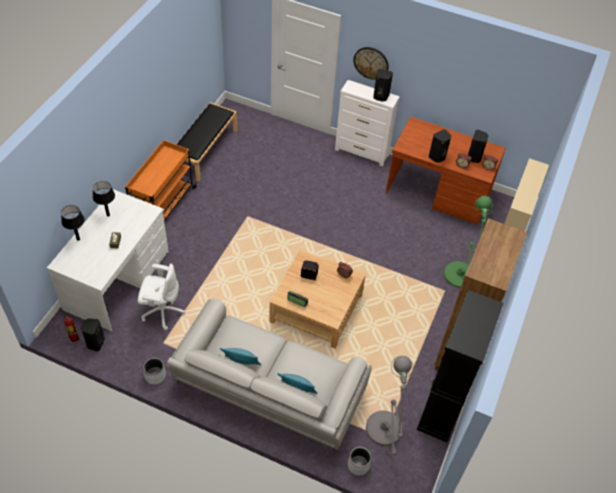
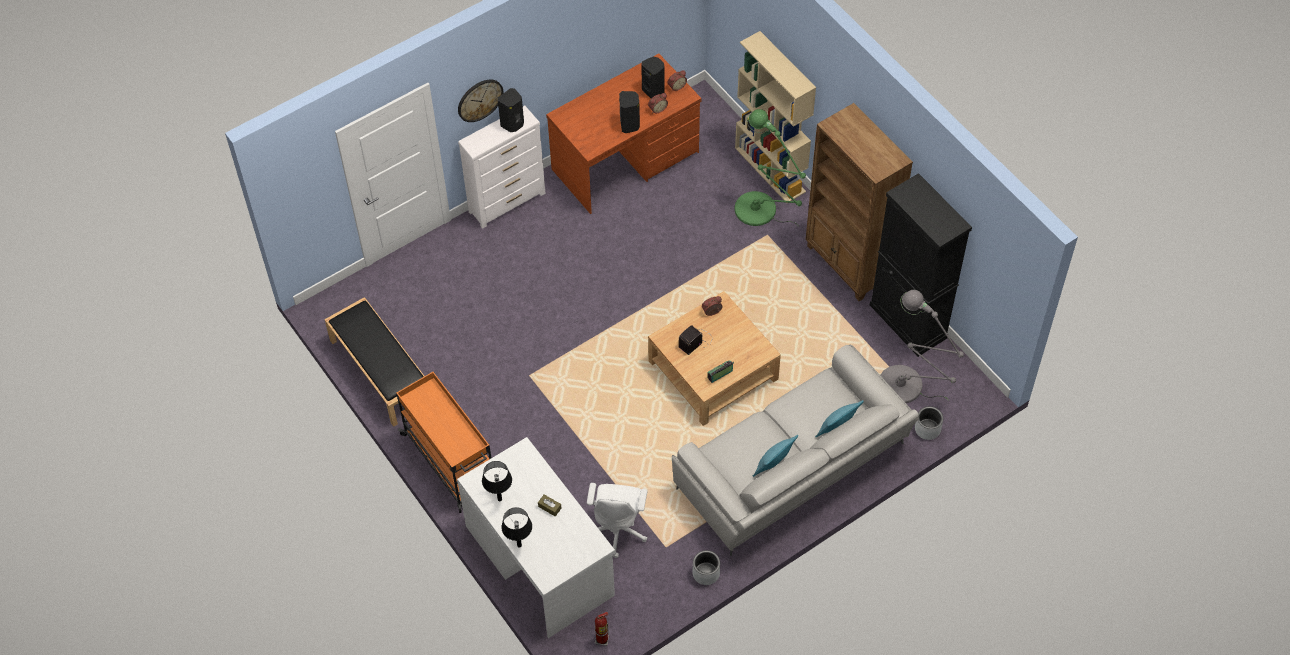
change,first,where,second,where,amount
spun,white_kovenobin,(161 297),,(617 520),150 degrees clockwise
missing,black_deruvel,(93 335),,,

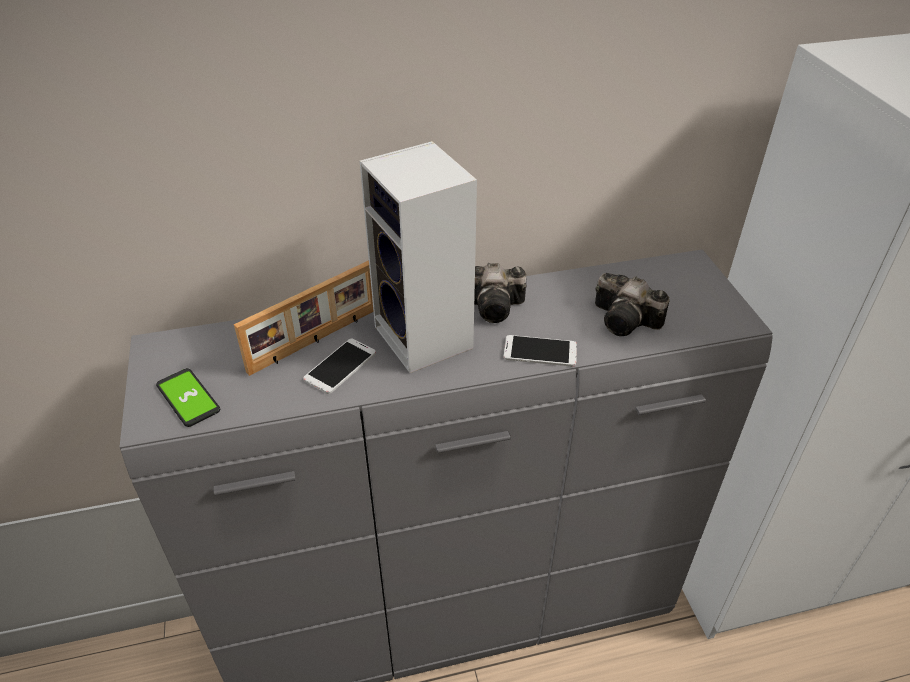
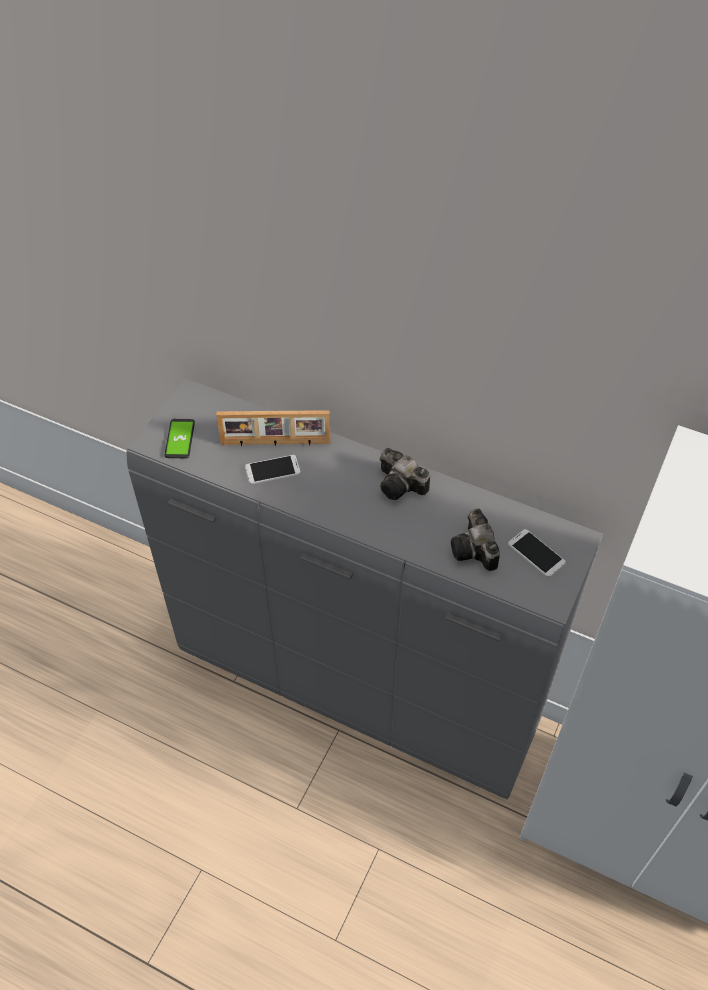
change,first,where,second,where,amount
missing,deruvel,(418 257),,,
relocated,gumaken,(540 351),,(537 553),

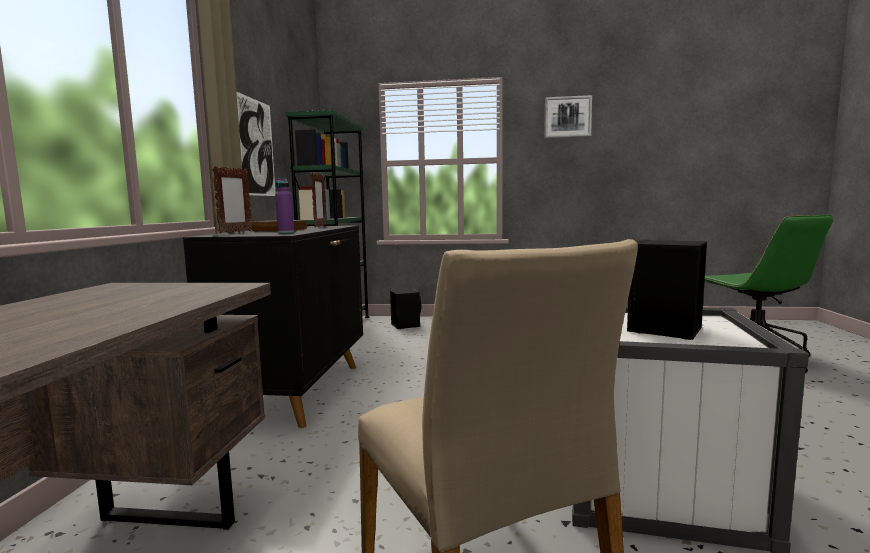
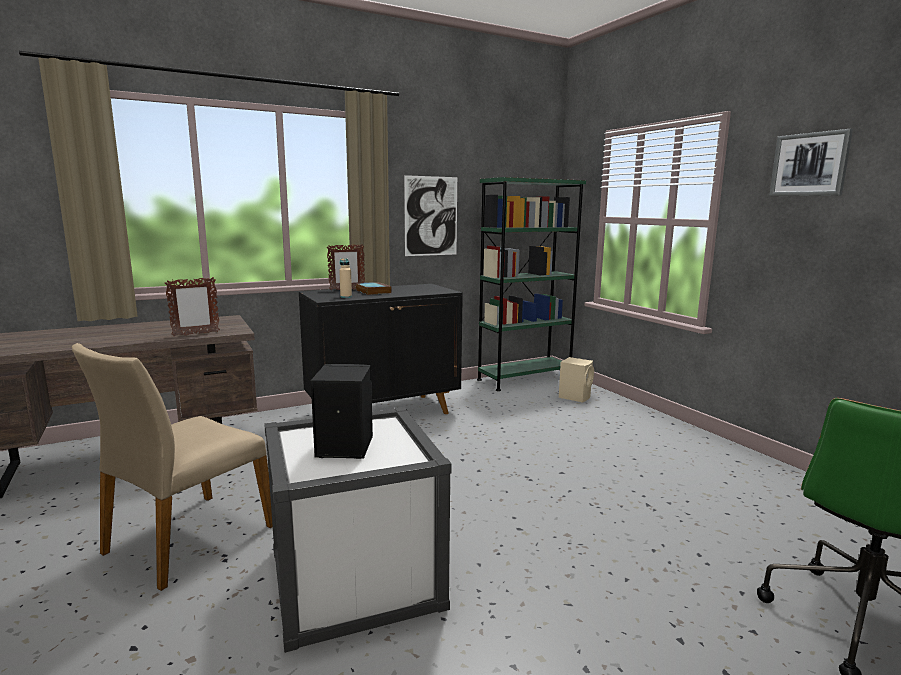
change,first,where,second,where,amount
relocated,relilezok,(318 199),,(192 306),
colour,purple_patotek,(284 205),beige_patotek,(345 278),
colour,black_deruvel,(405 309),beige_deruvel,(576 380),

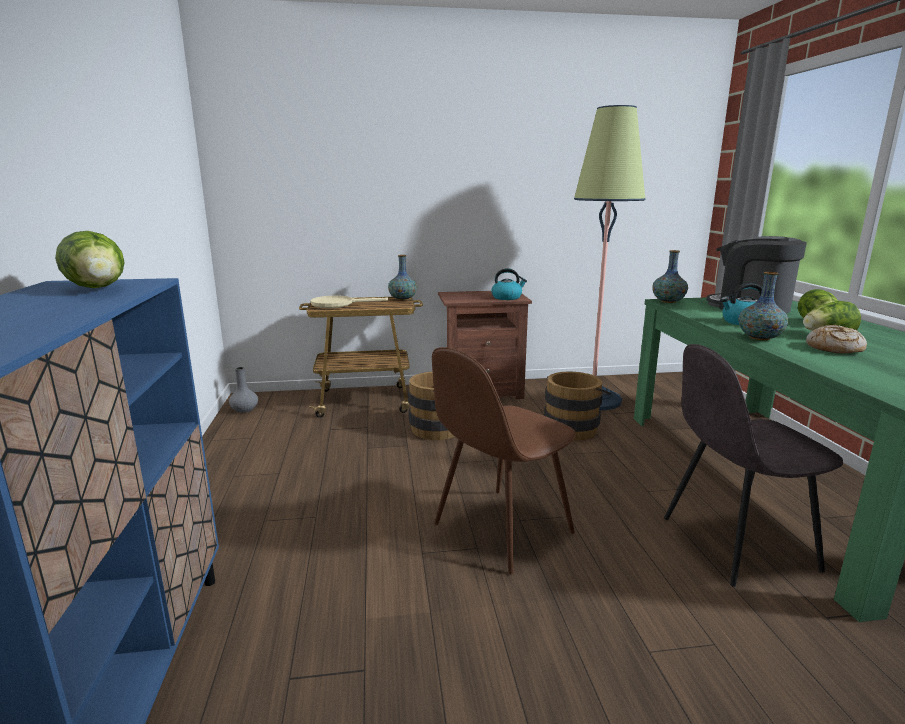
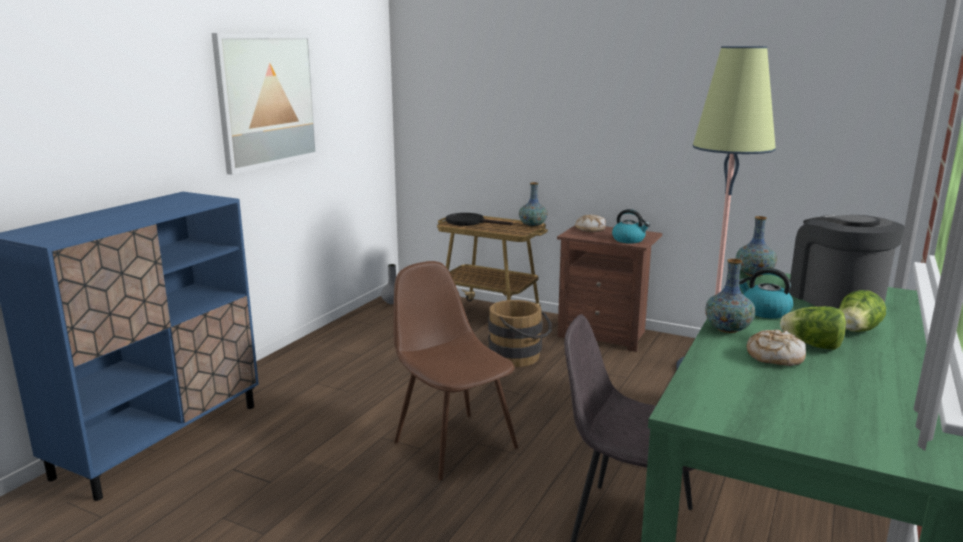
change,first,where,second,where,amount
missing,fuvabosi,(90 259),,,
colour,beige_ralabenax,(349 301),black_ralabenax,(479 219),
spun,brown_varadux,(504 460),,(456 370),60 degrees clockwise
missing,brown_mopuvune,(577 406),,,
appeared,,,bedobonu,(265 104),
appeared,,,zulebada,(590 223),

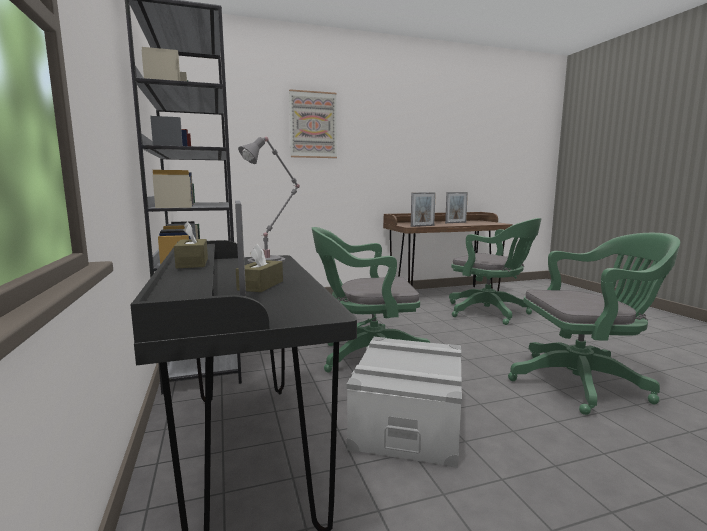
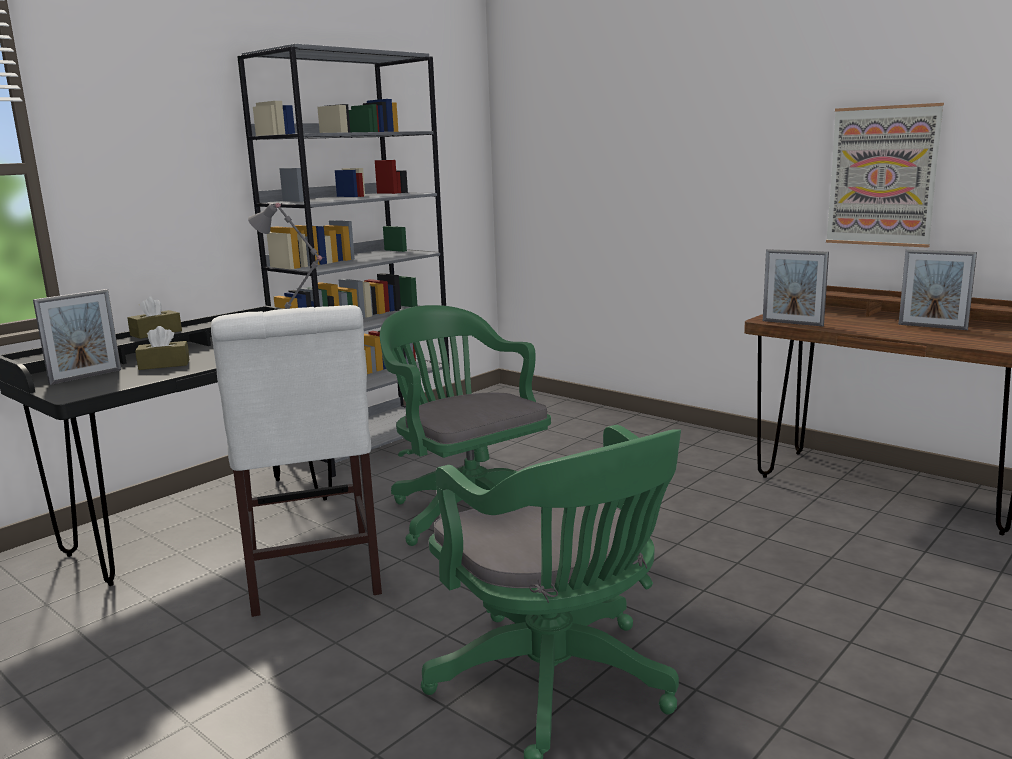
change,first,where,second,where,amount
relocated,bedobonu,(313 123),,(885 175),
missing,green_kovenobin,(495 271),,,
exchanged,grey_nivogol,(404 402),white_varadux,(296 461),

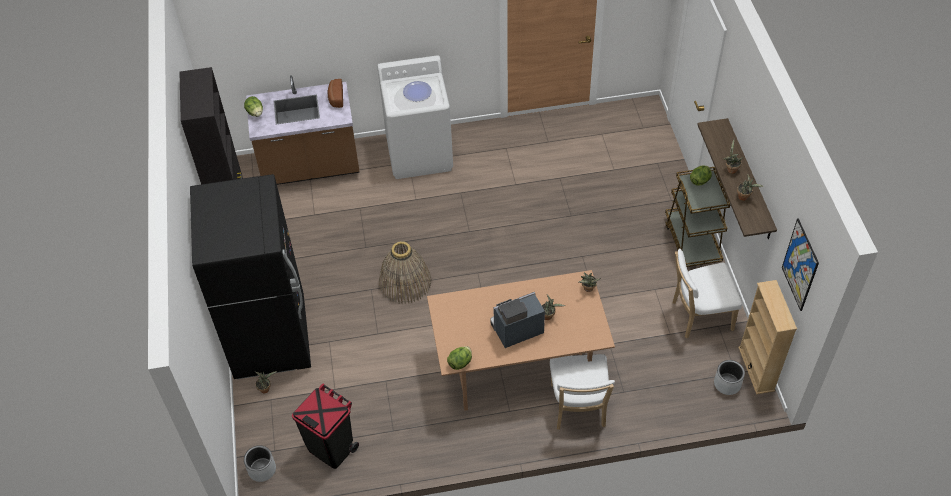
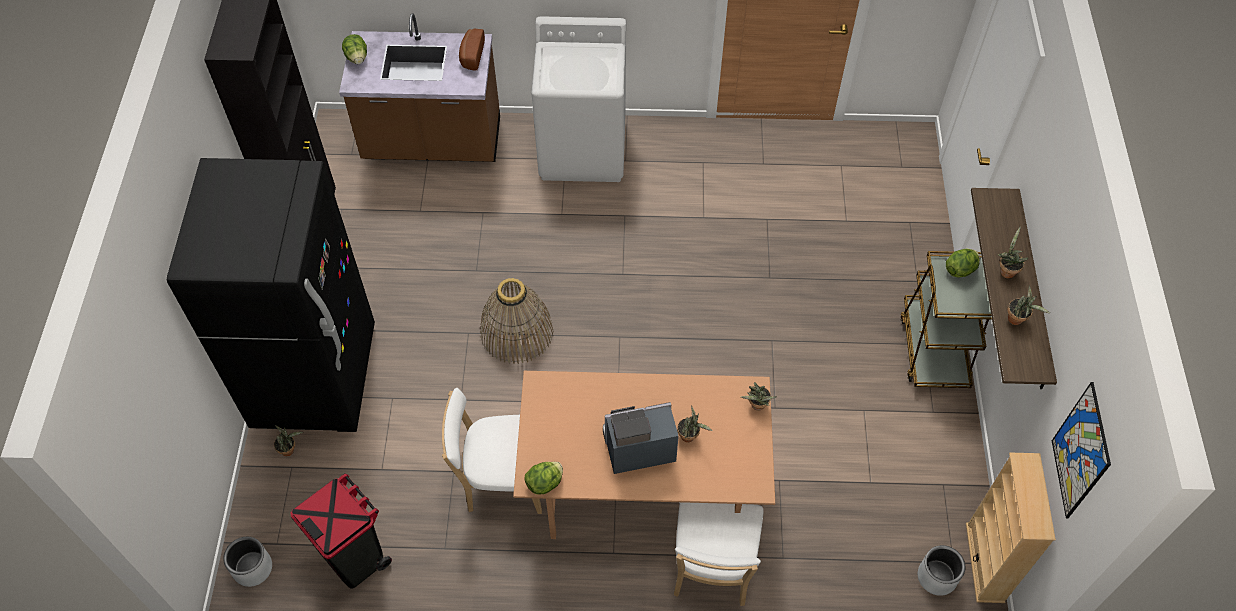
change,first,where,second,where,amount
missing,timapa,(417 91),,,
relocated,white_varadux,(707 293),,(492 451),

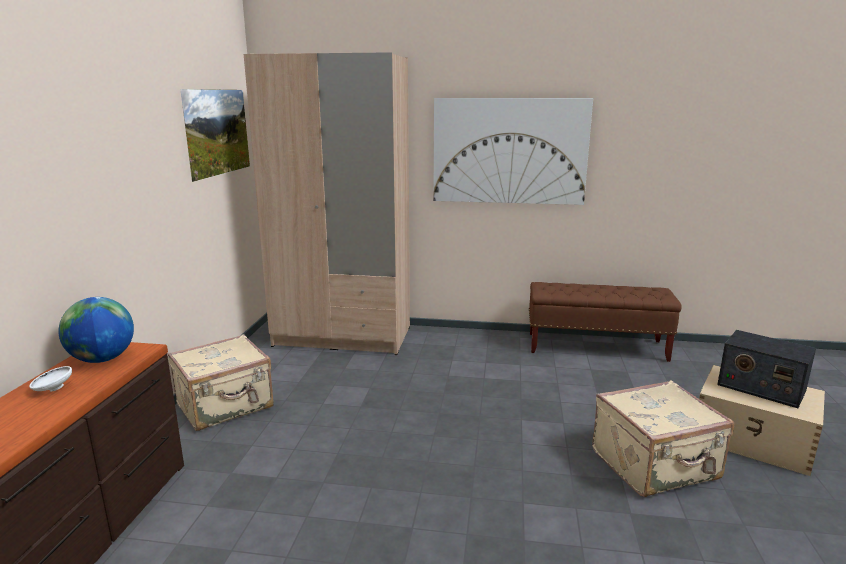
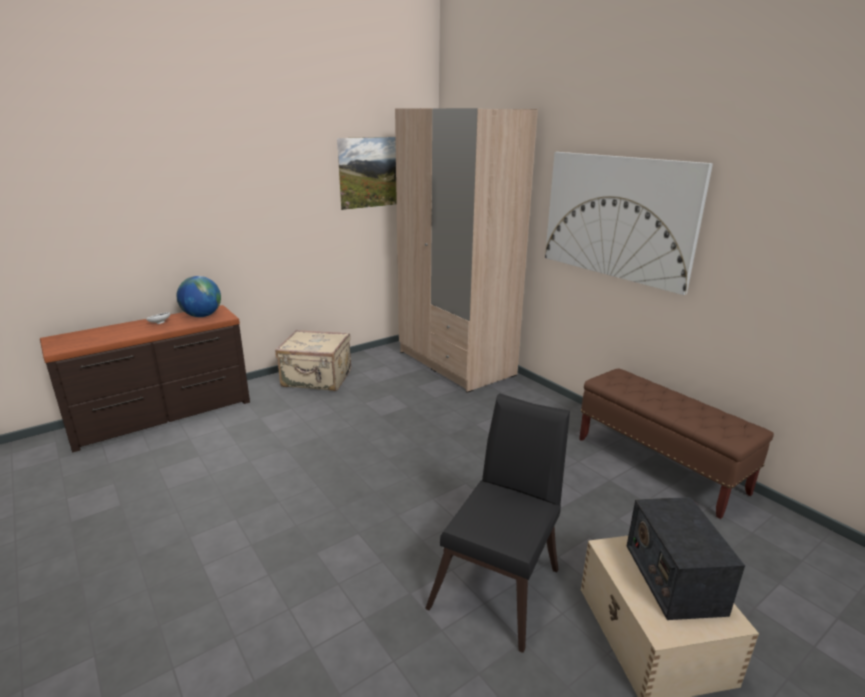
change,first,where,second,where,amount
exchanged,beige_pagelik,(663 438),black_varadux,(497 523),

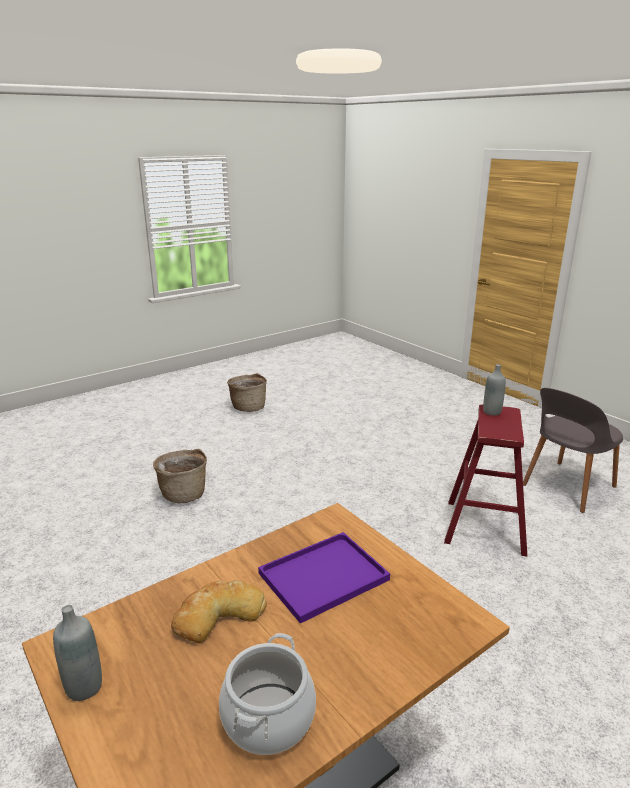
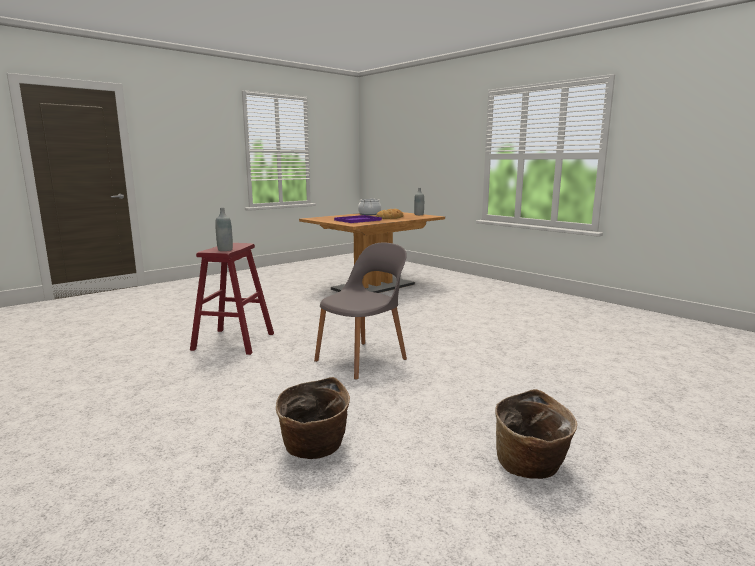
change,first,where,second,where,amount
relocated,grey_varadux,(573 450),,(360 311),
relocated,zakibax,(180 476),,(313 418),

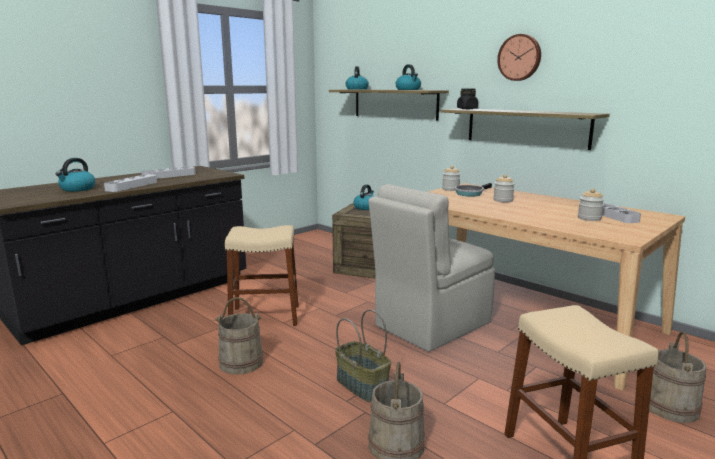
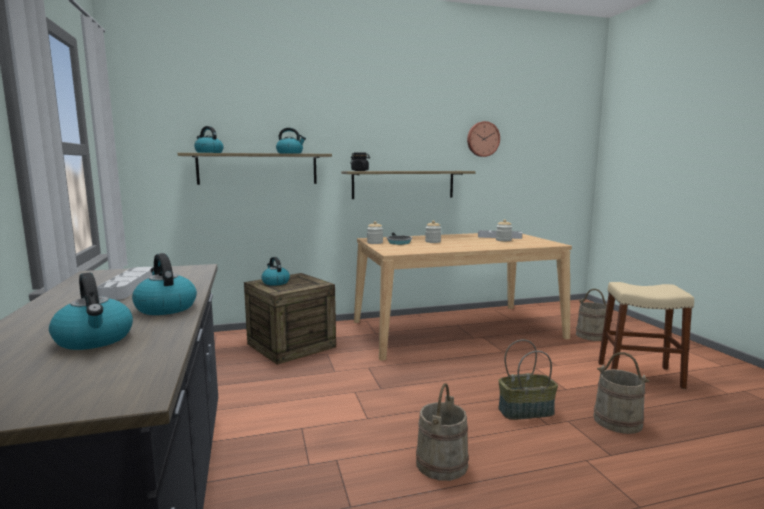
change,first,where,second,where,amount
relocated,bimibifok,(519 57),,(483 139),
exchanged,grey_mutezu,(130 183),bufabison,(164 284),
missing,beige_varadux,(431 268),,,
missing,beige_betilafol,(262 275),,,

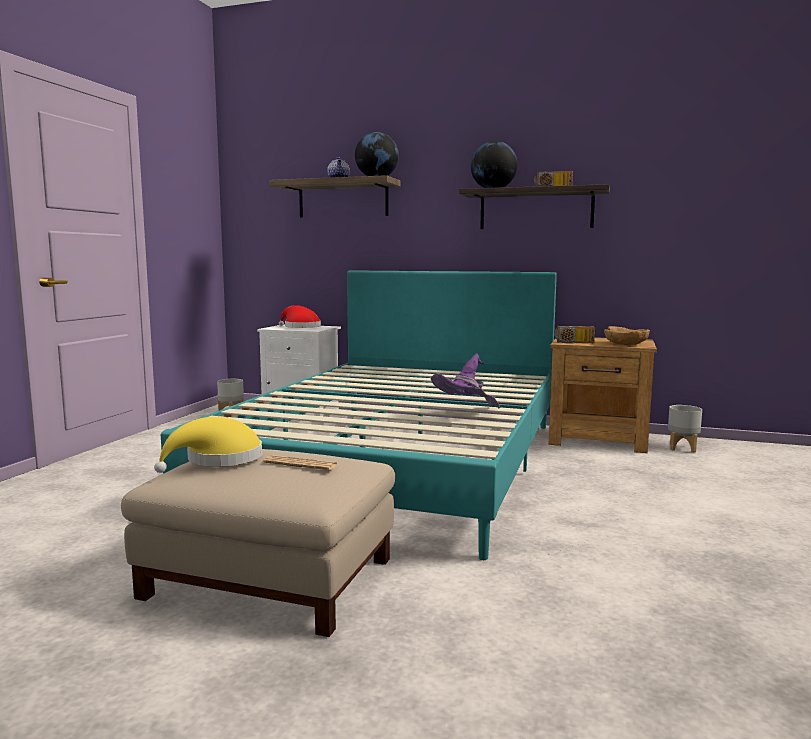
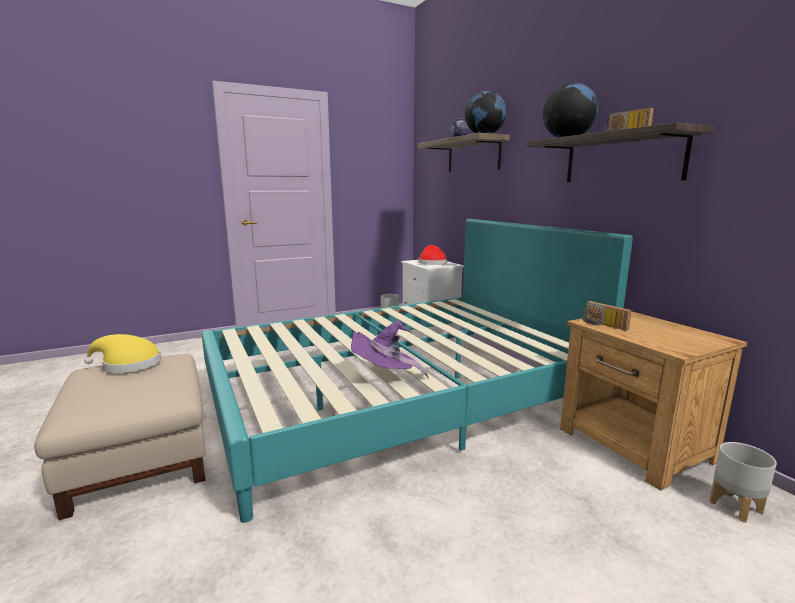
change,first,where,second,where,amount
missing,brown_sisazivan,(627 335),,,
missing,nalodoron,(300 462),,,

